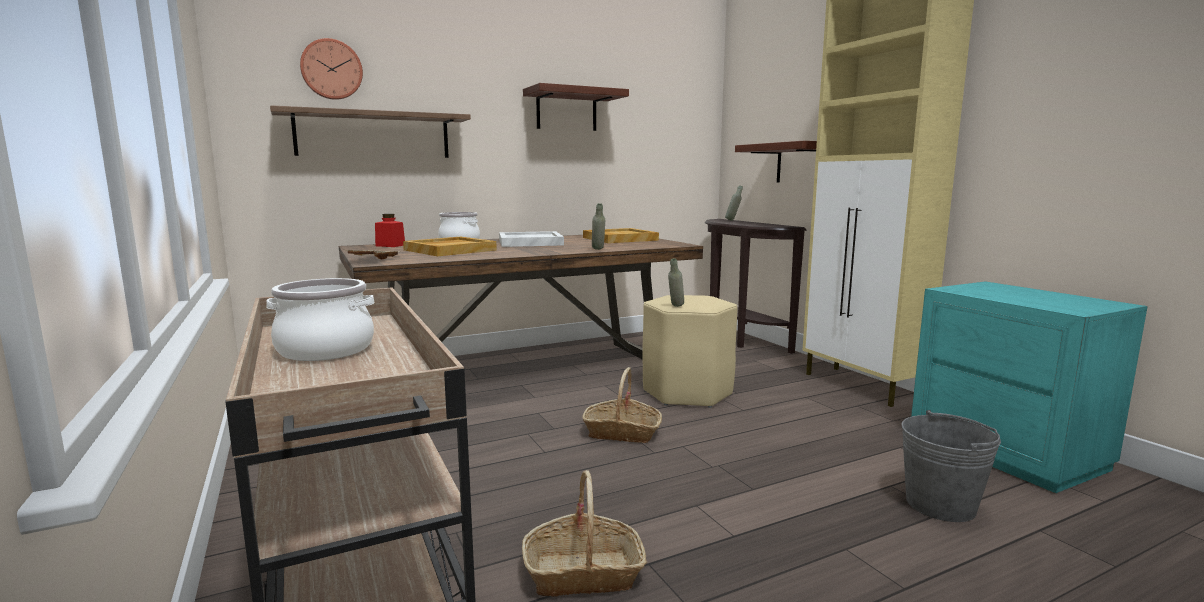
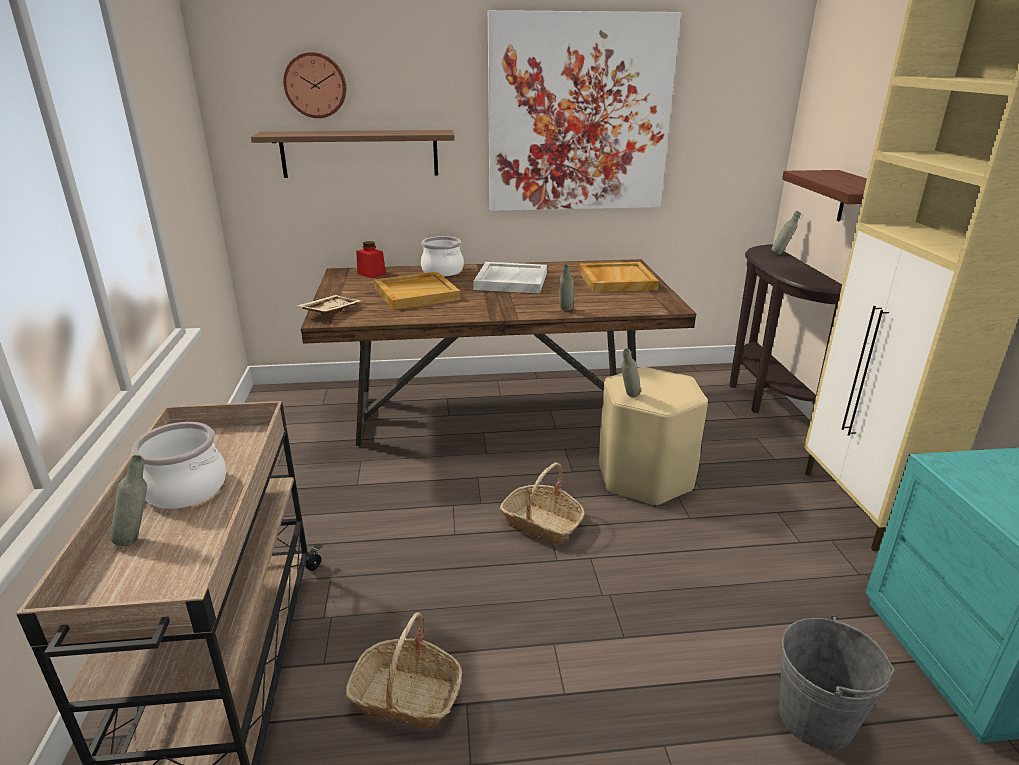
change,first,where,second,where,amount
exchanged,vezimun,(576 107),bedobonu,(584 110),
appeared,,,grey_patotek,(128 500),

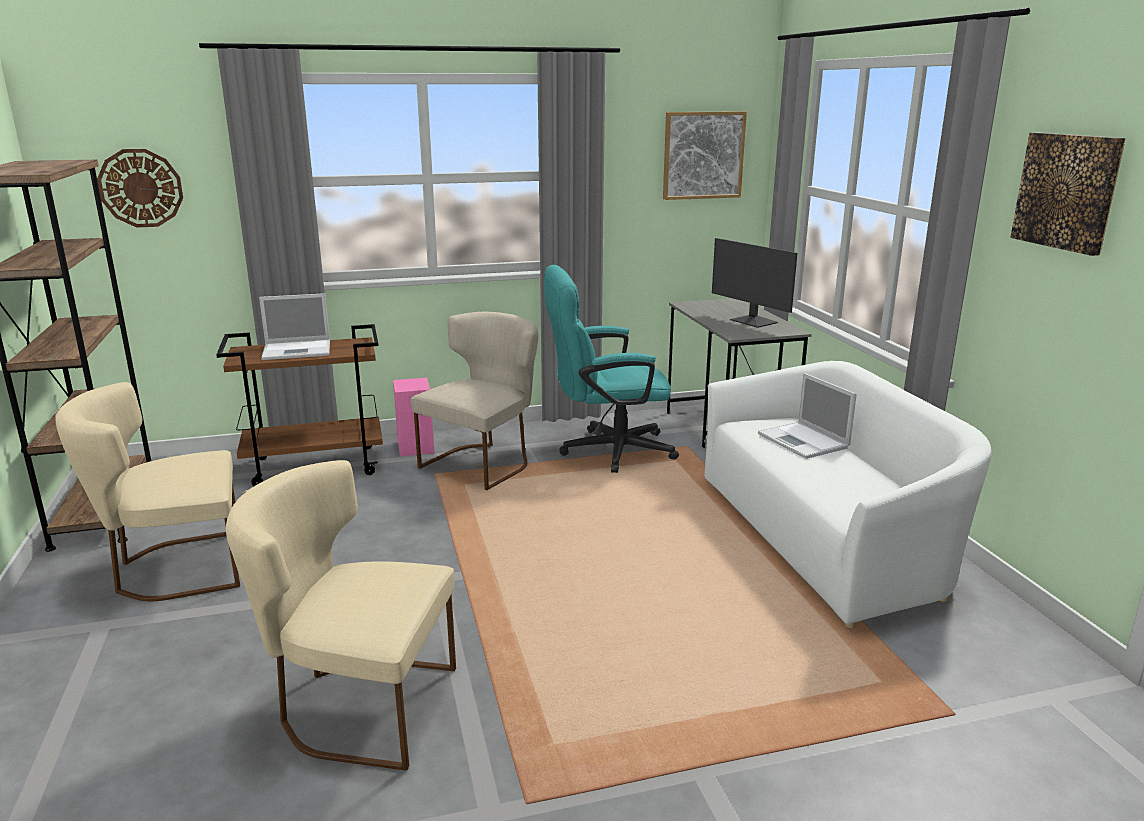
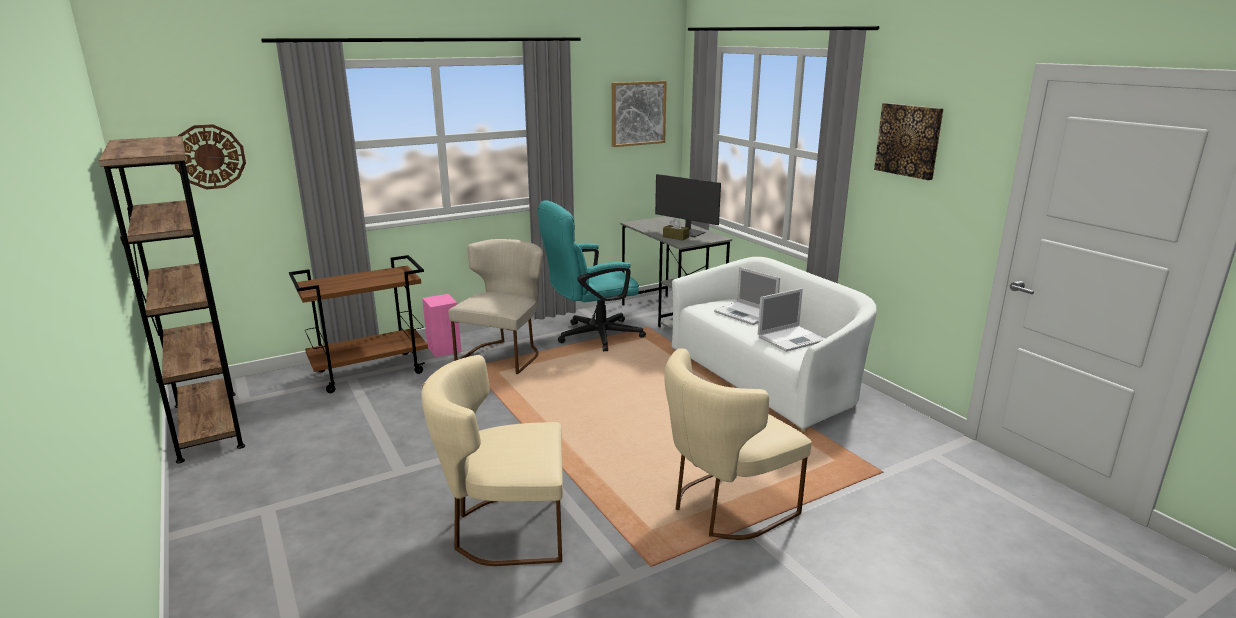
change,first,where,second,where,amount
relocated,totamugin,(294 326),,(792 320),
relocated,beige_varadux,(147 491),,(738 444),
appeared,,,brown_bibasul,(676 229),

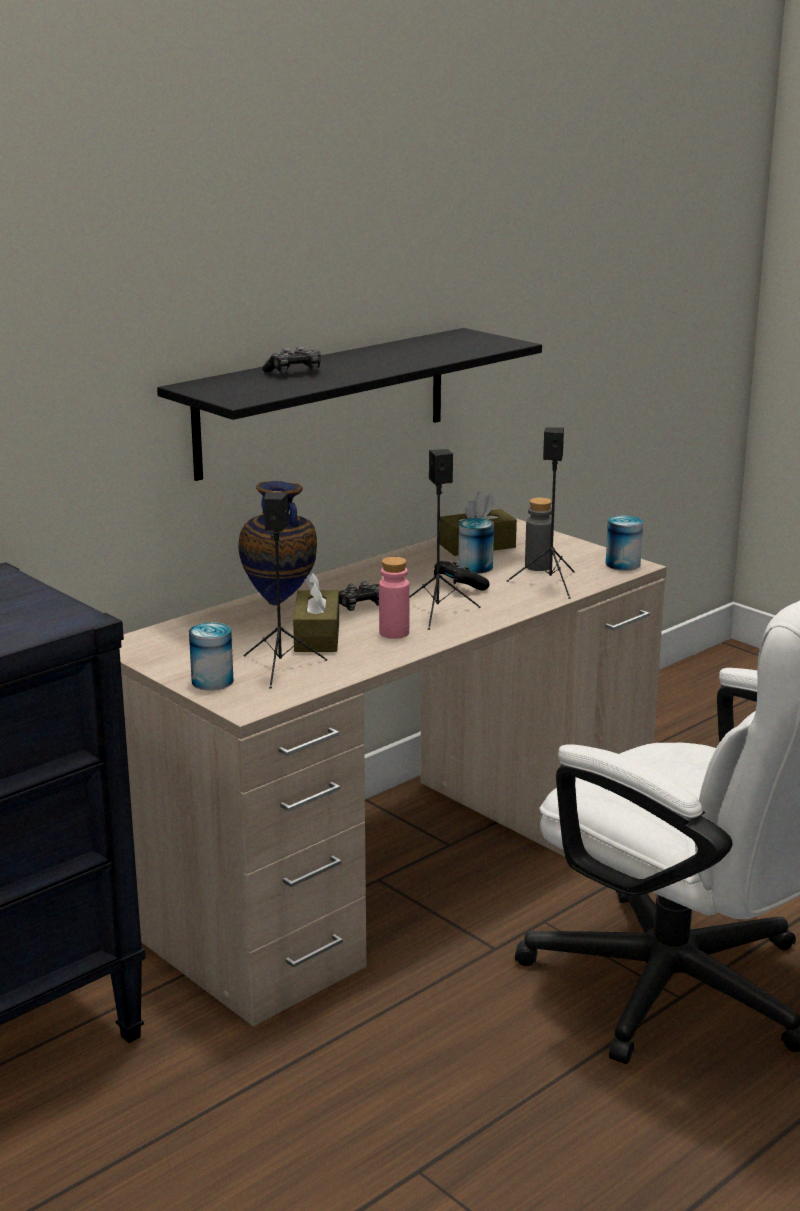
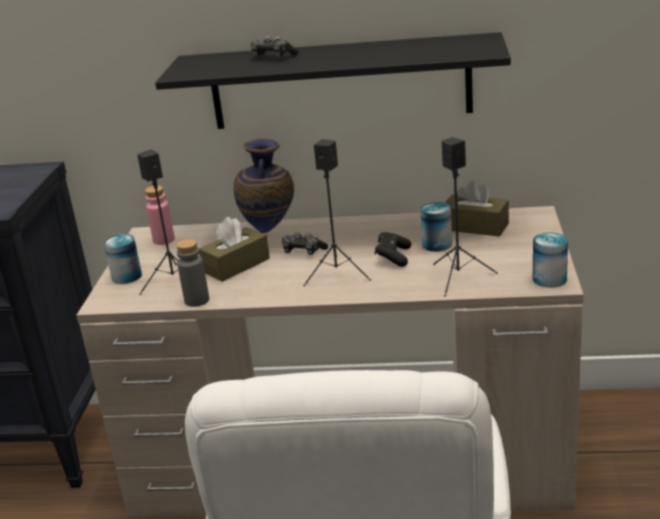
change,first,where,second,where,amount
relocated,grey_patotek,(538 534),,(192 273),
relocated,pink_patotek,(394 598),,(160 215),

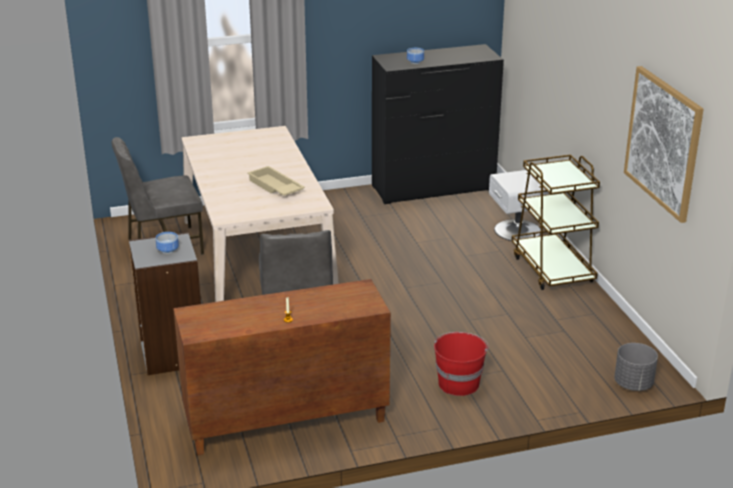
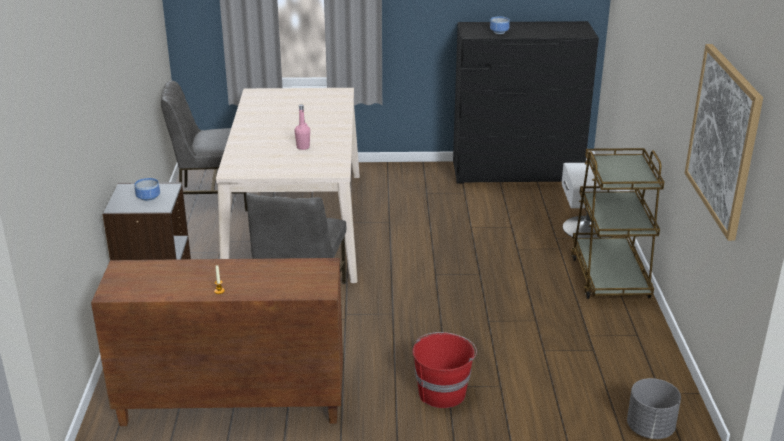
change,first,where,second,where,amount
exchanged,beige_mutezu,(276 181),pink_patotek,(302 127),

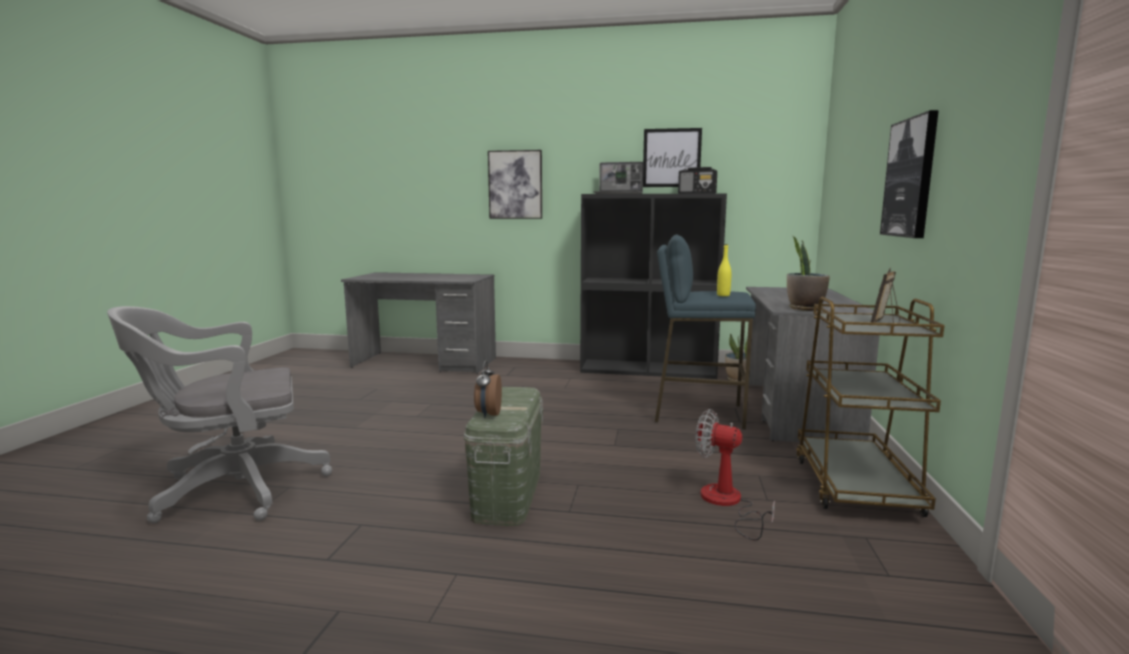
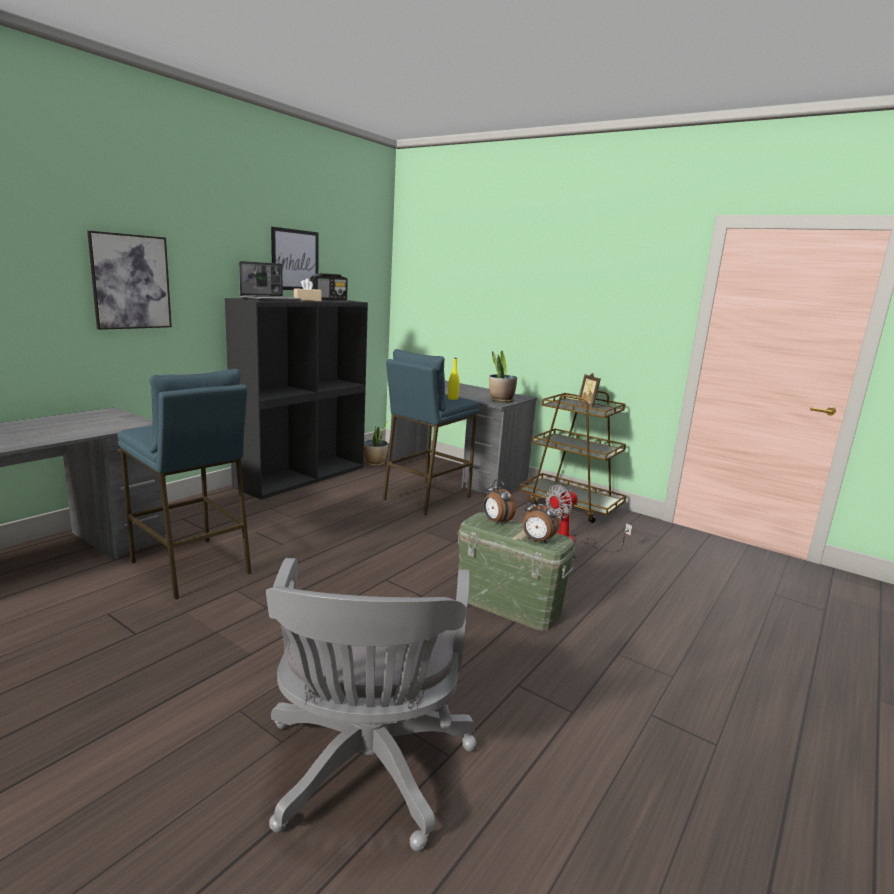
change,first,where,second,where,amount
missing,bedobonu,(909 174),,,
appeared,,,beige_bibasul,(308 289),
appeared,,,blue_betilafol,(184 484),
appeared,,,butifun,(500 502),

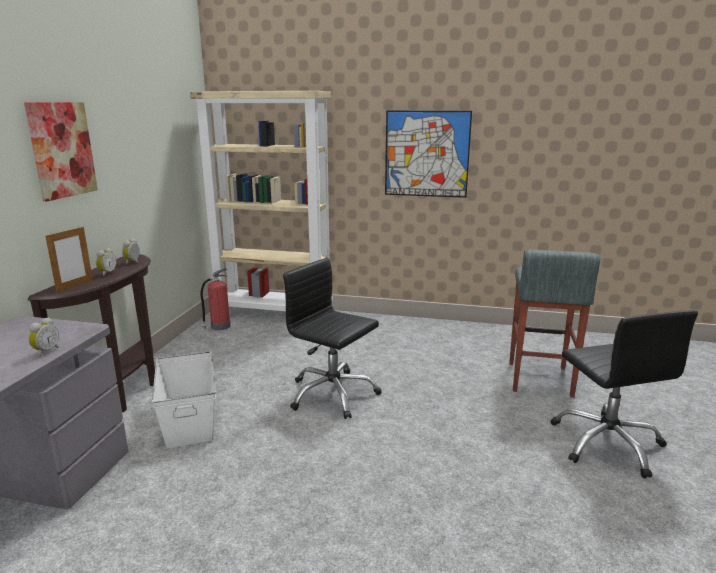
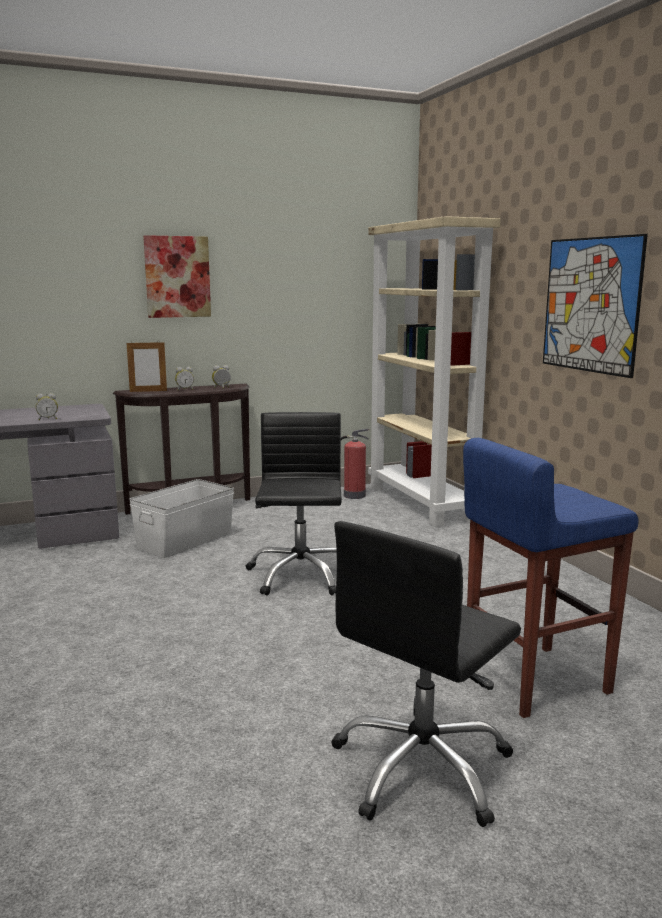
change,first,where,second,where,amount
colour,grey_betilafol,(554 324),blue_betilafol,(551 578),

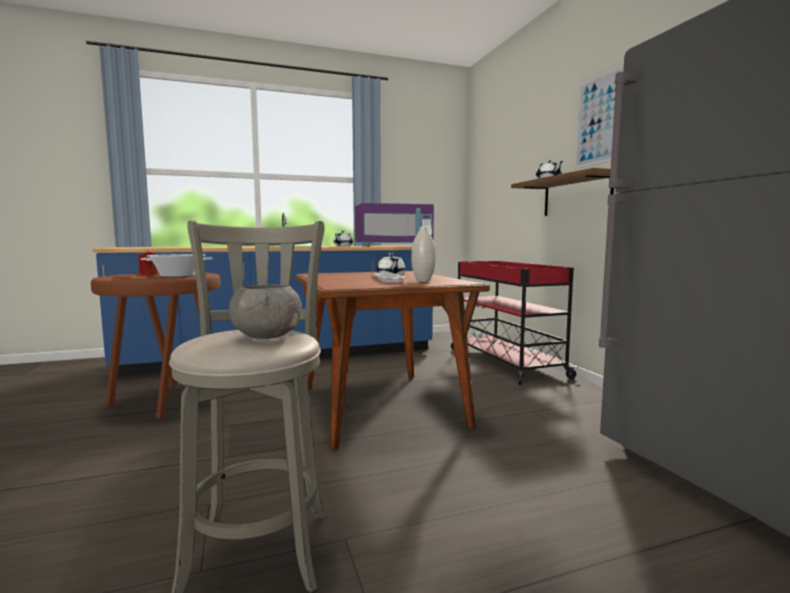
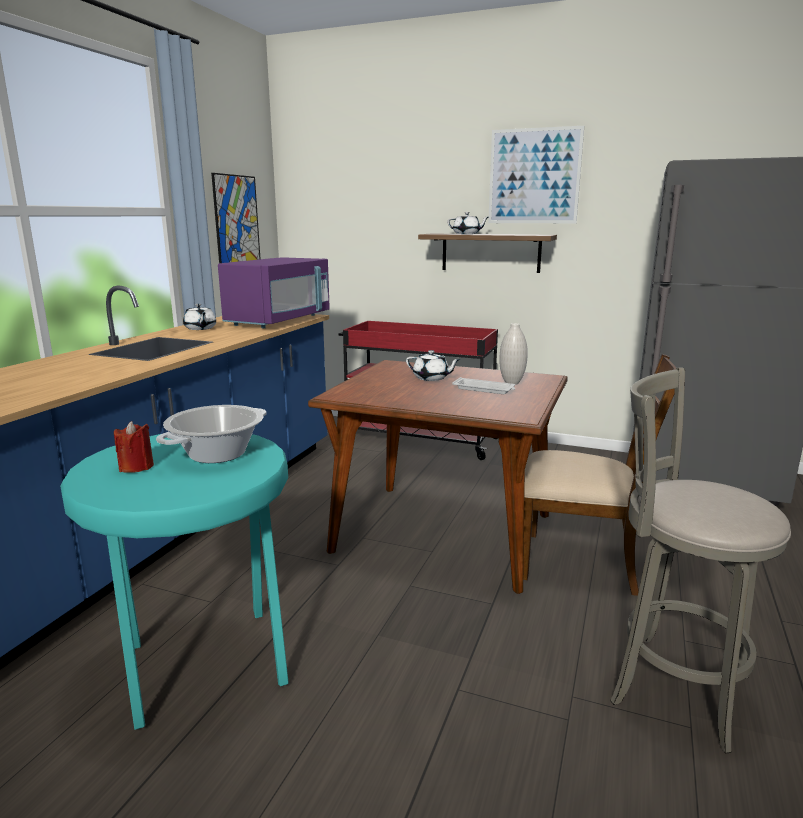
change,first,where,second,where,amount
colour,brown_betilafol,(156 346),turquoise_betilafol,(174 582),
missing,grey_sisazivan,(265 311),,,
appeared,,,bedobonu,(235 218),
appeared,,,brown_varadux,(599 475),

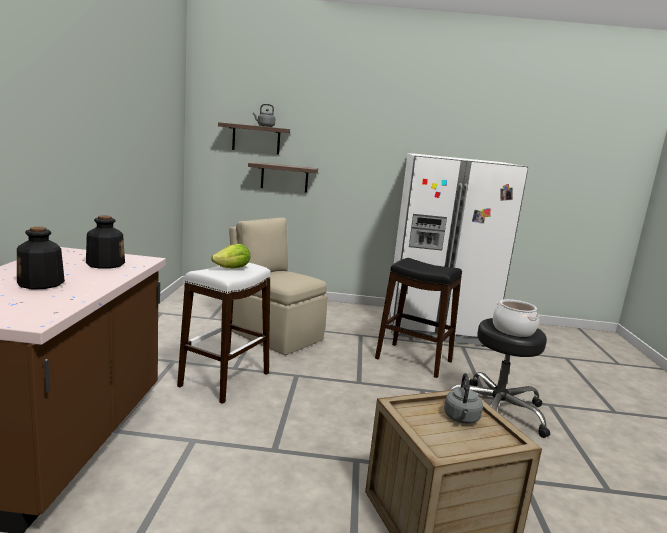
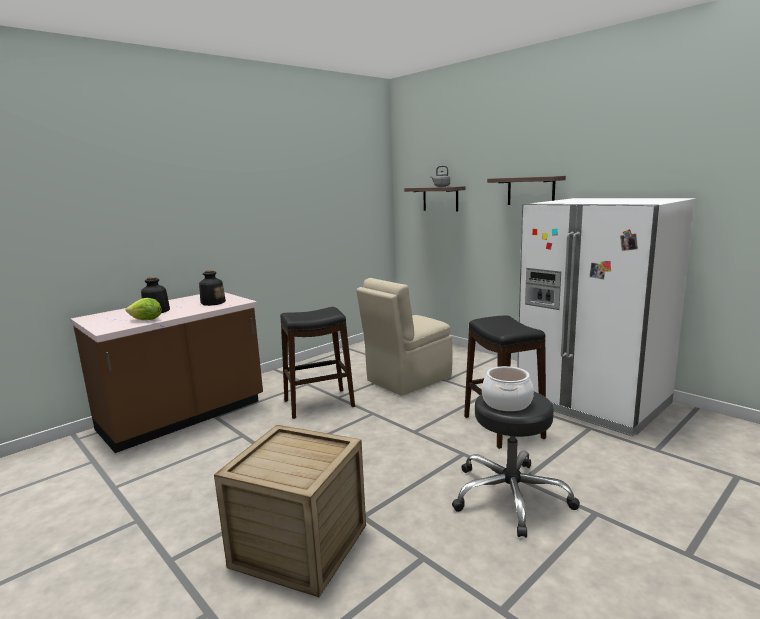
change,first,where,second,where,amount
relocated,vezimun,(283 177),,(526 190),
spun,beige_varadux,(278 286),,(404 337),120 degrees counterclockwise
relocated,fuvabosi,(230 256),,(144 309),
colour,white_betilafol,(224 333),black_betilafol,(317 363),
missing,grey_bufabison,(463 398),,,

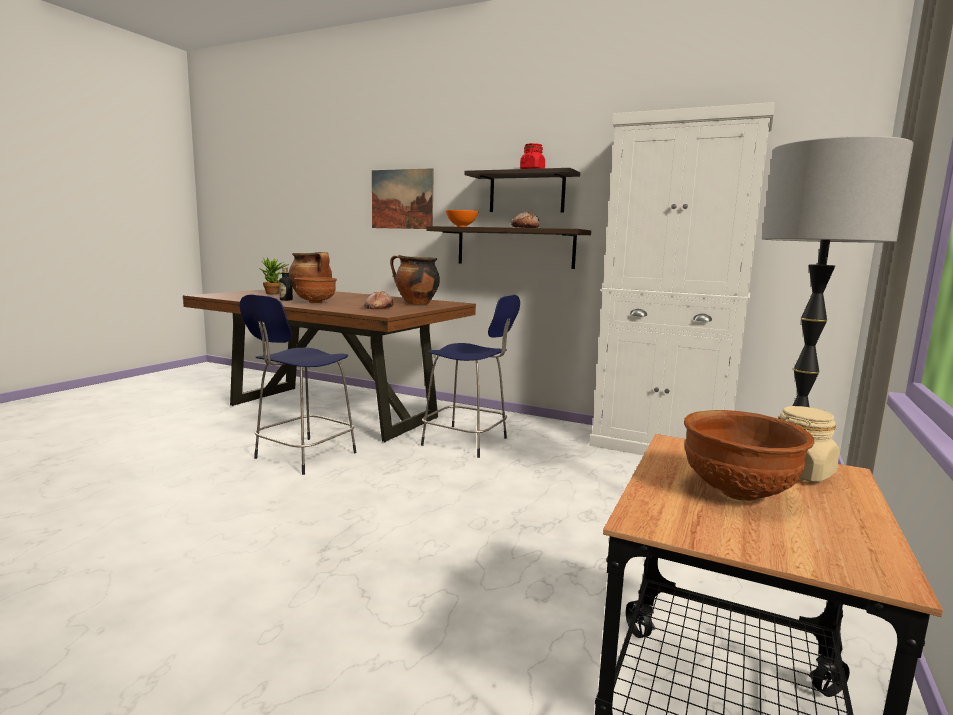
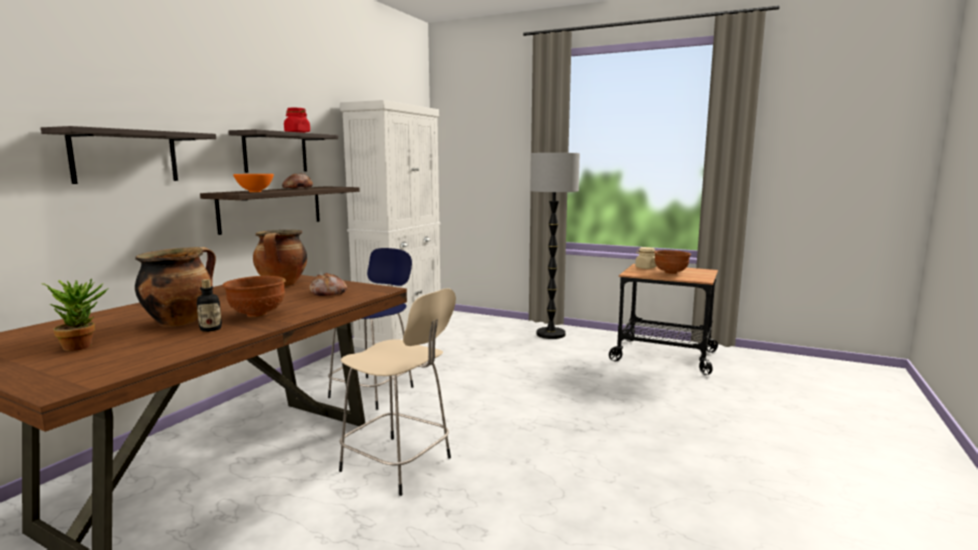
change,first,where,second,where,amount
exchanged,bedobonu,(403 198),vezimun,(128 155),
colour,blue_betilafol,(298 384),beige_betilafol,(397 392),

